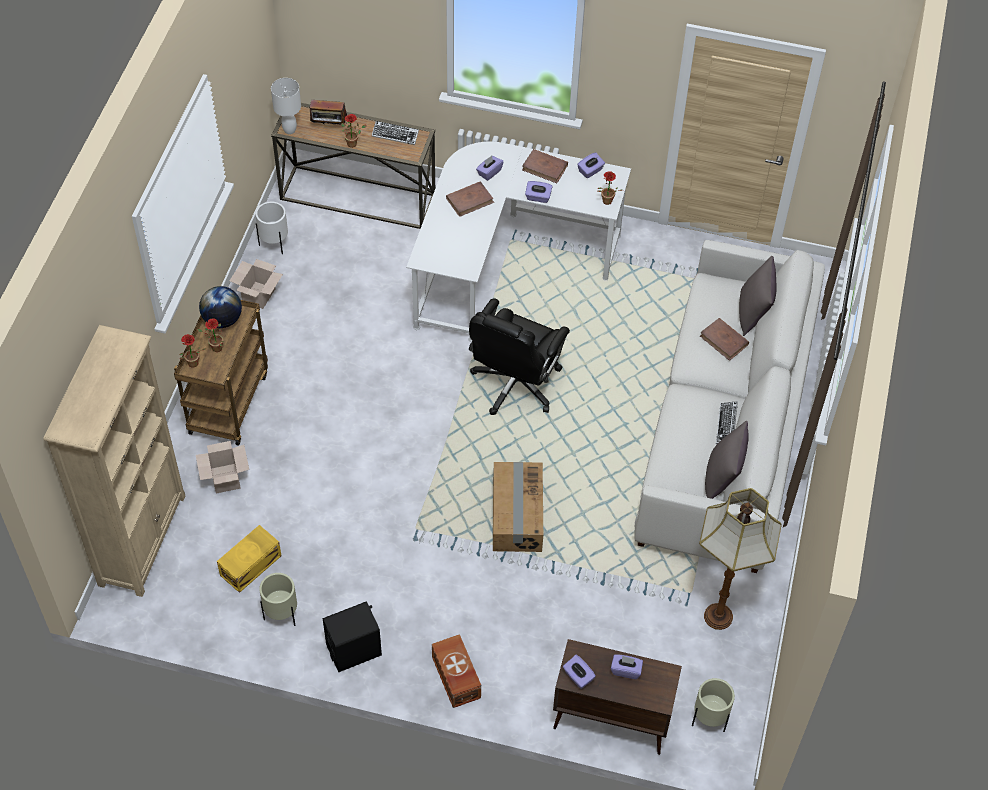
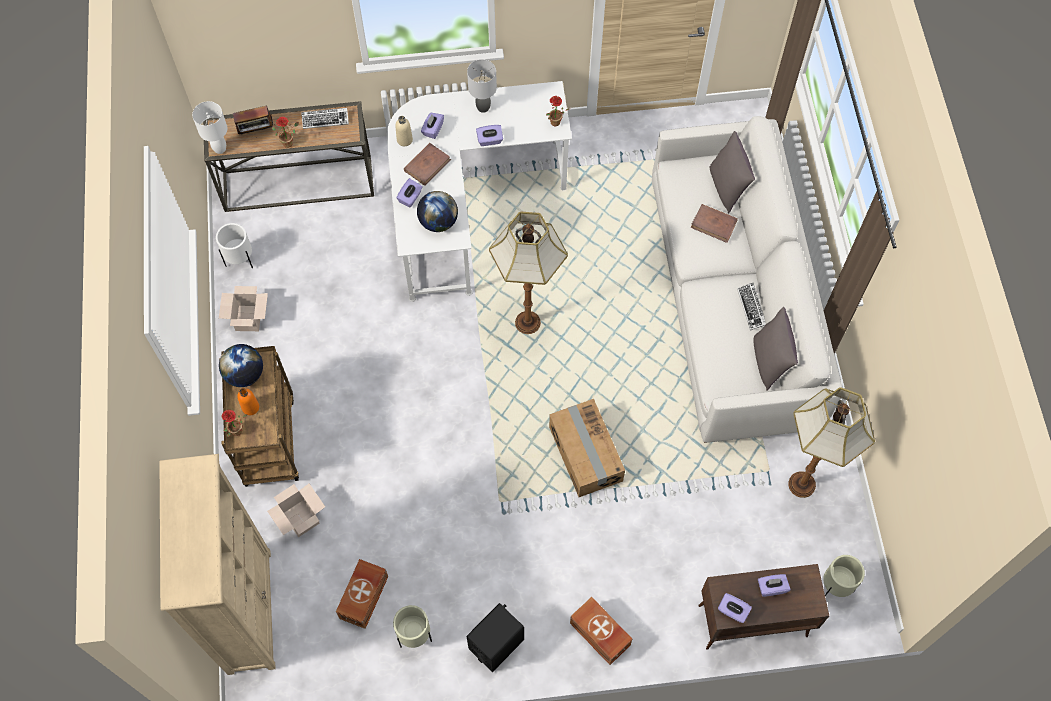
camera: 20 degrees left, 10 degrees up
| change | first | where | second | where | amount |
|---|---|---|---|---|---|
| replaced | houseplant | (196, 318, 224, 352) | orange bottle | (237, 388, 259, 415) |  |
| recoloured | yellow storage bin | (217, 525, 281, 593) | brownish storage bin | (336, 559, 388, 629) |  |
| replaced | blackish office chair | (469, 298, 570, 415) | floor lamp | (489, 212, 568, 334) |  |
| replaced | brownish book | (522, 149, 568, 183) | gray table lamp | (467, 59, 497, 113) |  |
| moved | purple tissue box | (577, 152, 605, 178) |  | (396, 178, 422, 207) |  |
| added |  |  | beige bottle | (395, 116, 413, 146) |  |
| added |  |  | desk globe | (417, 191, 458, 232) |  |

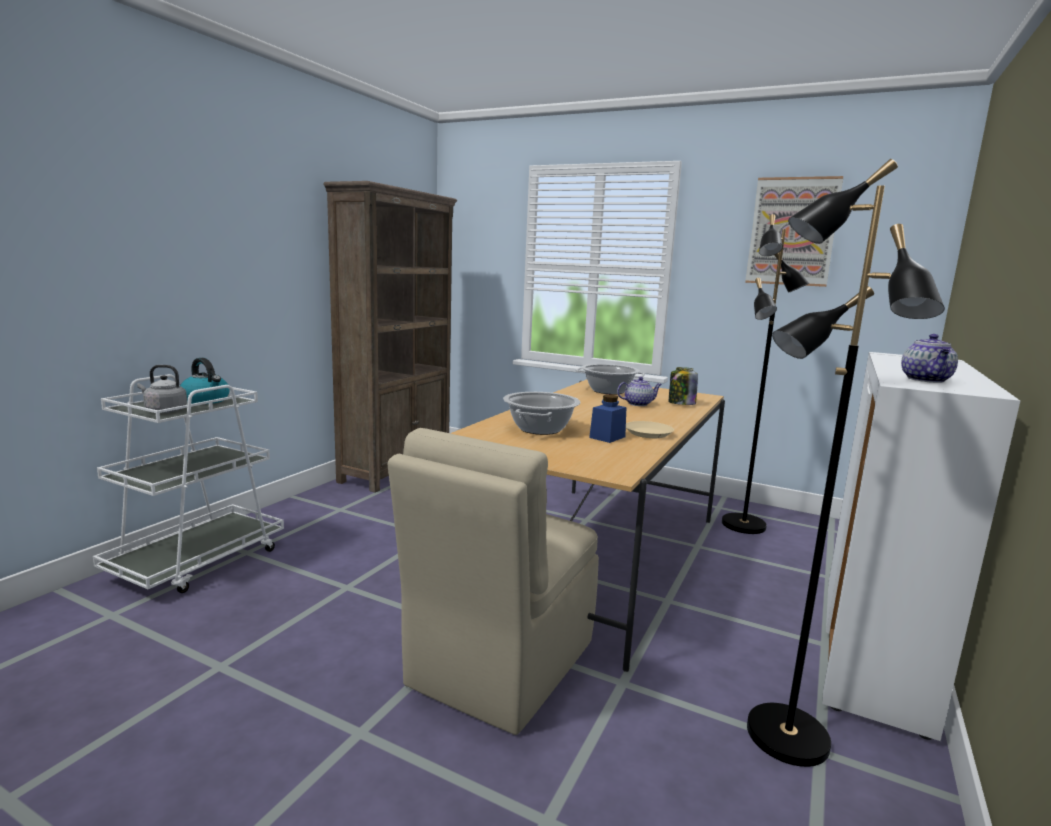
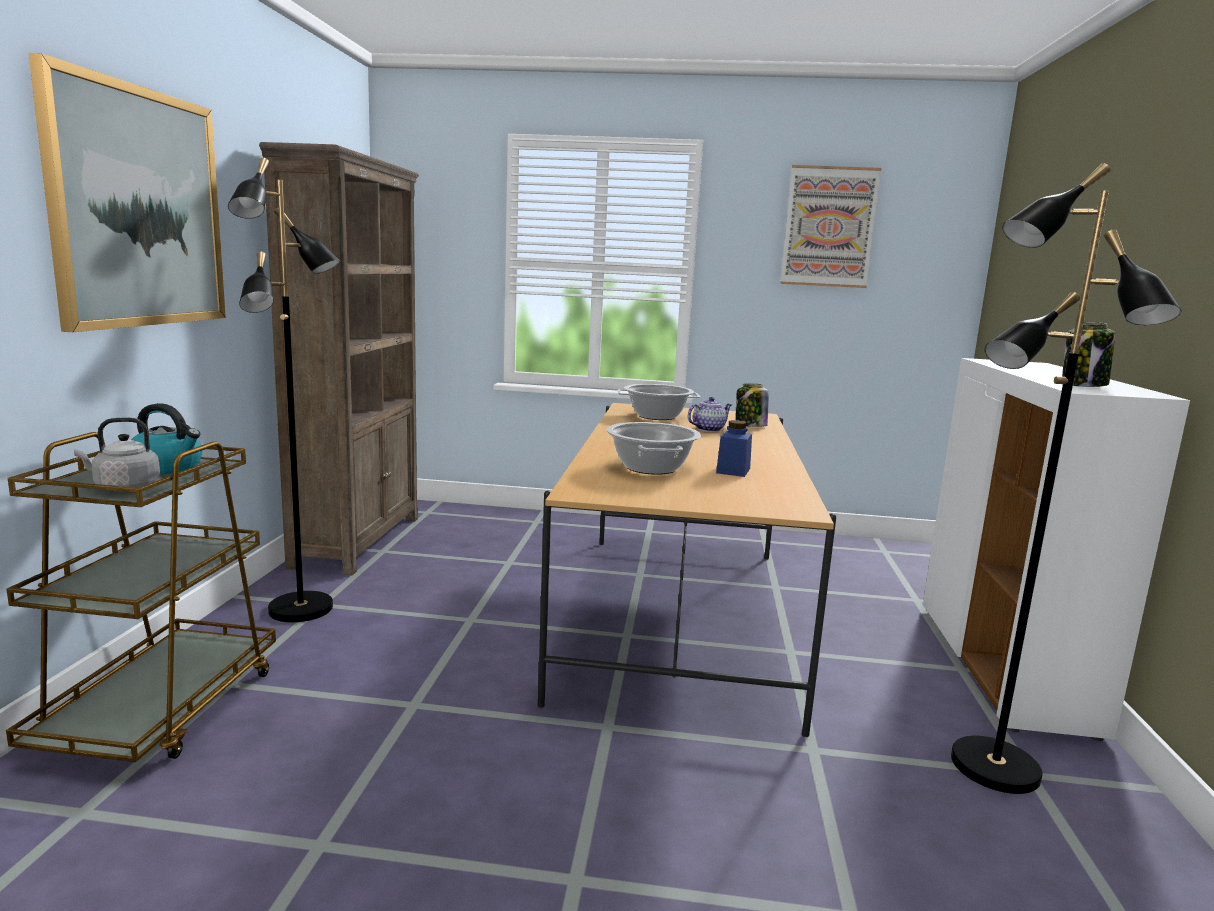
camera: 20 degrees left, 0 degrees up
| change | first | where | second | where | amount |
|---|---|---|---|---|---|
| recoloured | white-coloured cart | (93, 374, 284, 593) | brownish cart | (6, 432, 276, 762) |  |
| removed | beige plain chair | (388, 428, 599, 735) |  |  |  |
| removed | beige plate | (626, 421, 674, 438) |  |  |  |
| moved | blackish floor lamp | (722, 214, 809, 534) |  | (228, 158, 340, 622) |  |
| replaced | teapot | (901, 334, 958, 383) | preserve jar | (1062, 322, 1115, 387) |  |
| added |  |  | wall picture | (28, 53, 226, 332) |  |

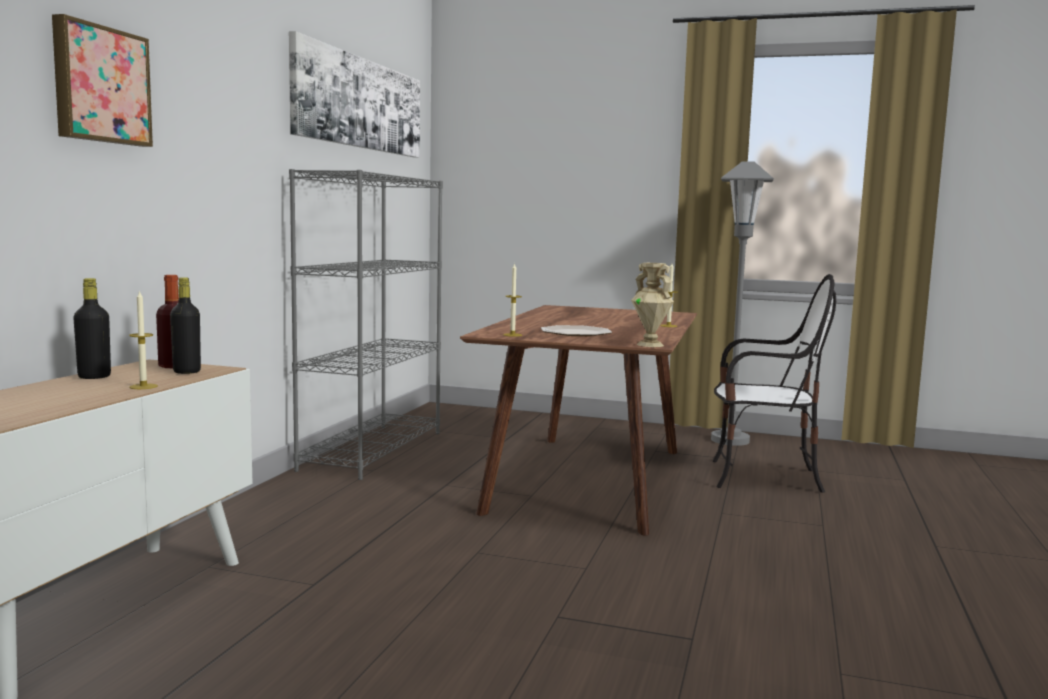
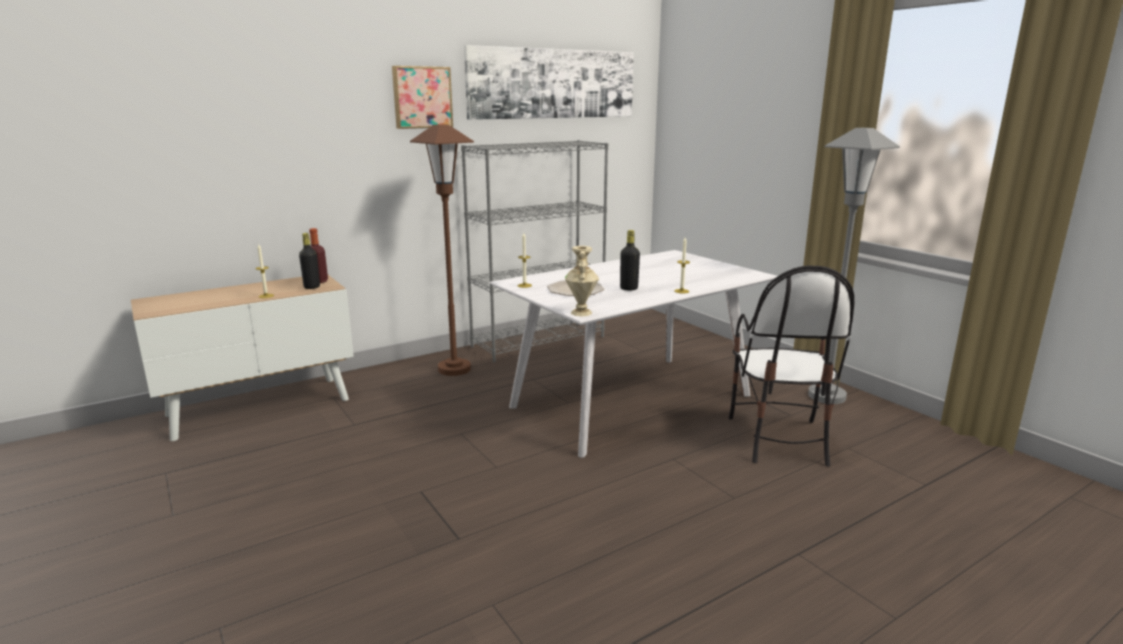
camera: 40 degrees right, 10 degrees up
| change | first | where | second | where | amount |
|---|---|---|---|---|---|
| moved | wall picture | (52, 14, 153, 147) |  | (392, 66, 453, 129) |  |
| moved | blackish bottle | (73, 278, 111, 379) |  | (620, 230, 640, 290) |  |
| recoloured | brownish dinner table | (460, 305, 697, 536) | white-coloured dinner table | (490, 250, 777, 458) |  |
| turned | plain chair | (713, 274, 836, 493) |  | (729, 265, 854, 466) | 45 degrees clockwise |
| added |  |  | brownish floor lamp | (410, 124, 474, 376) |  |

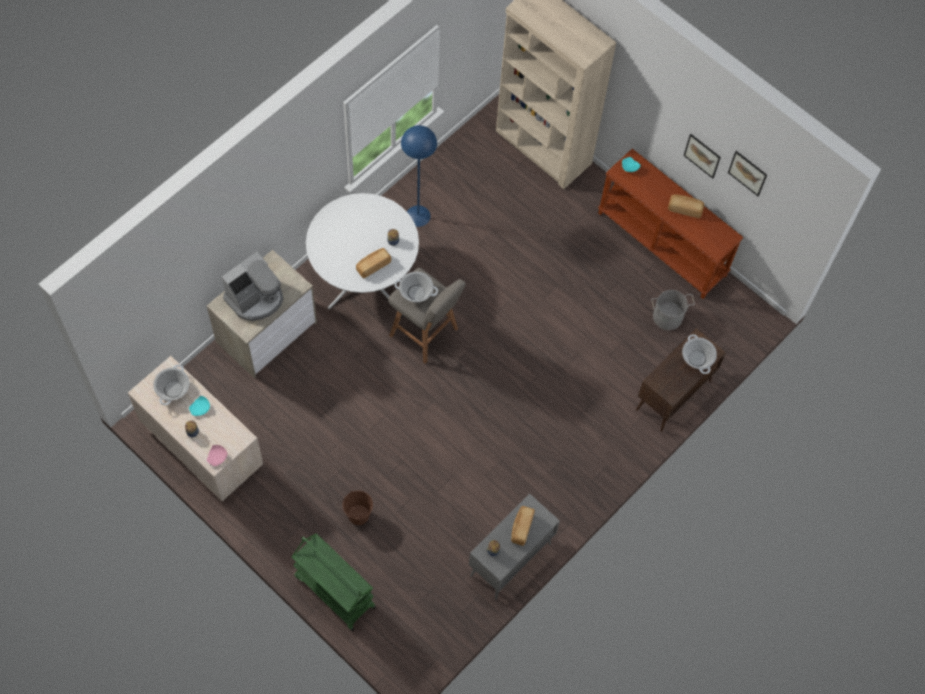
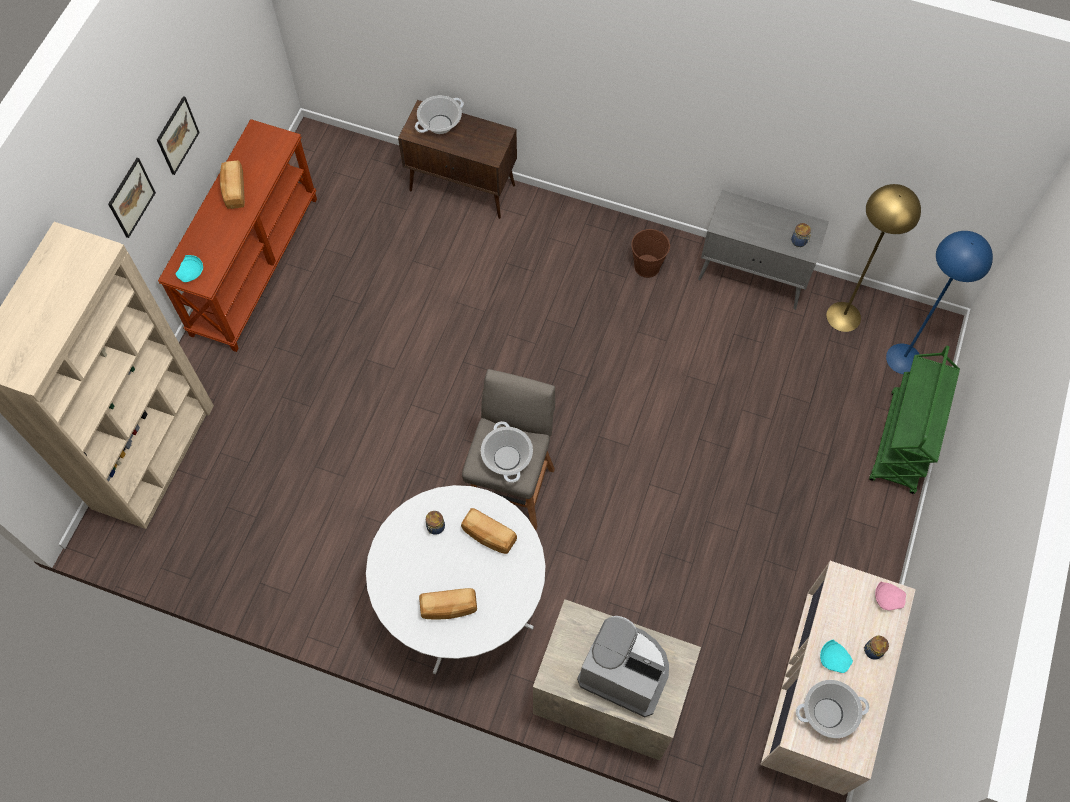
camera: 110 degrees left, 0 degrees up
| change | first | where | second | where | amount |
|---|---|---|---|---|---|
| moved | brownish water bucket | (342, 491, 373, 525) |  | (631, 229, 670, 278) |  |
| moved | blue floor lamp | (401, 125, 437, 227) |  | (886, 231, 993, 374) |  |
| moved | baked bread | (511, 506, 535, 546) |  | (419, 588, 477, 619) |  |
| removed | gray water bucket | (651, 290, 695, 330) |  |  |  |
| moved | wall picture | (728, 151, 767, 196) |  | (108, 158, 156, 238) |  |
| added |  |  | yellow floor lamp | (826, 184, 921, 332) |  |

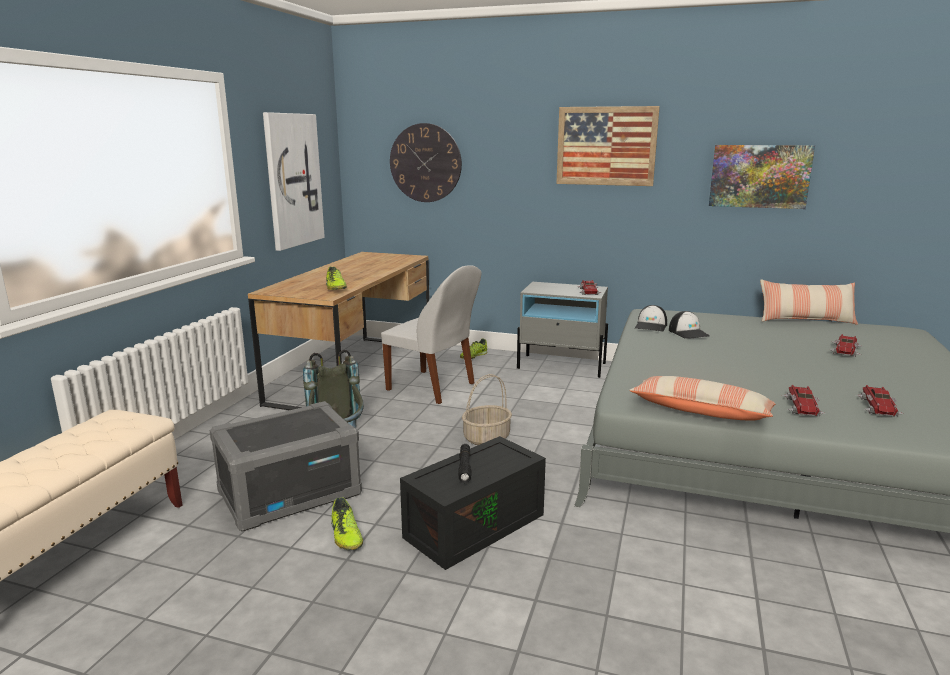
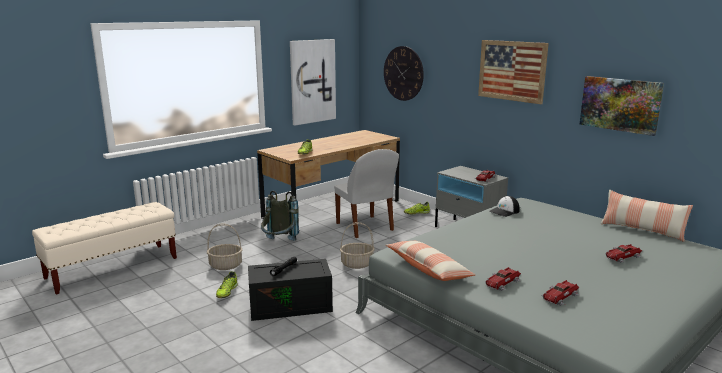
camera: 30 degrees right, 0 degrees up
| change | first | where | second | where | amount |
|---|---|---|---|---|---|
| replaced | gray storage bin | (210, 401, 362, 532) | household basket | (207, 224, 242, 270) |  |
| removed | cap | (669, 311, 710, 339) |  |  |  |

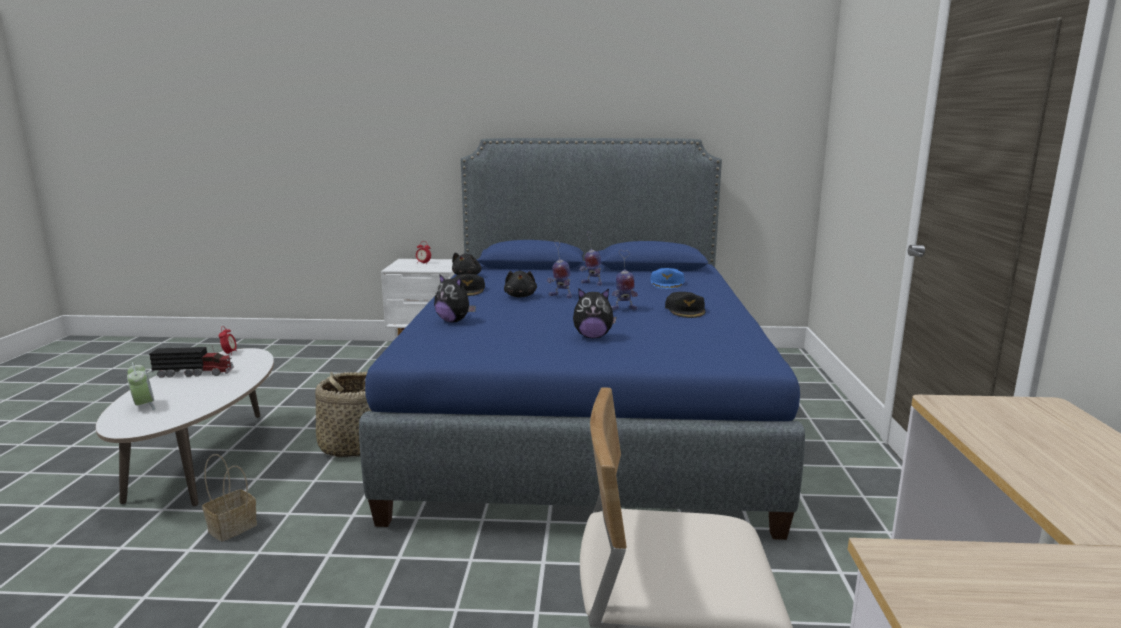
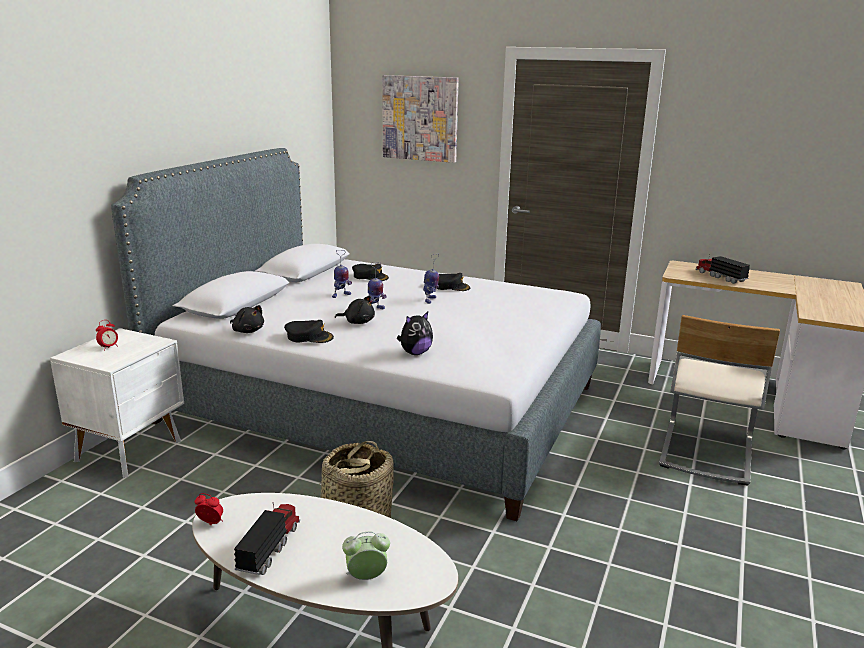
camera: 70 degrees left, 5 degrees up
| change | first | where | second | where | amount |
|---|---|---|---|---|---|
| removed | household basket | (202, 454, 257, 542) |  |  |  |
| recoloured | blue sleeping bed | (359, 138, 805, 540) | gray sleeping bed | (111, 148, 601, 521) |  |
| removed | plush toy | (573, 288, 617, 338) |  |  |  |
| recoloured | blue cap | (650, 268, 685, 289) | blackish cap | (352, 264, 389, 281) |  |
| added |  |  | wall picture | (382, 75, 459, 163) |  |
| added |  |  | model truck | (695, 254, 750, 284) |  |

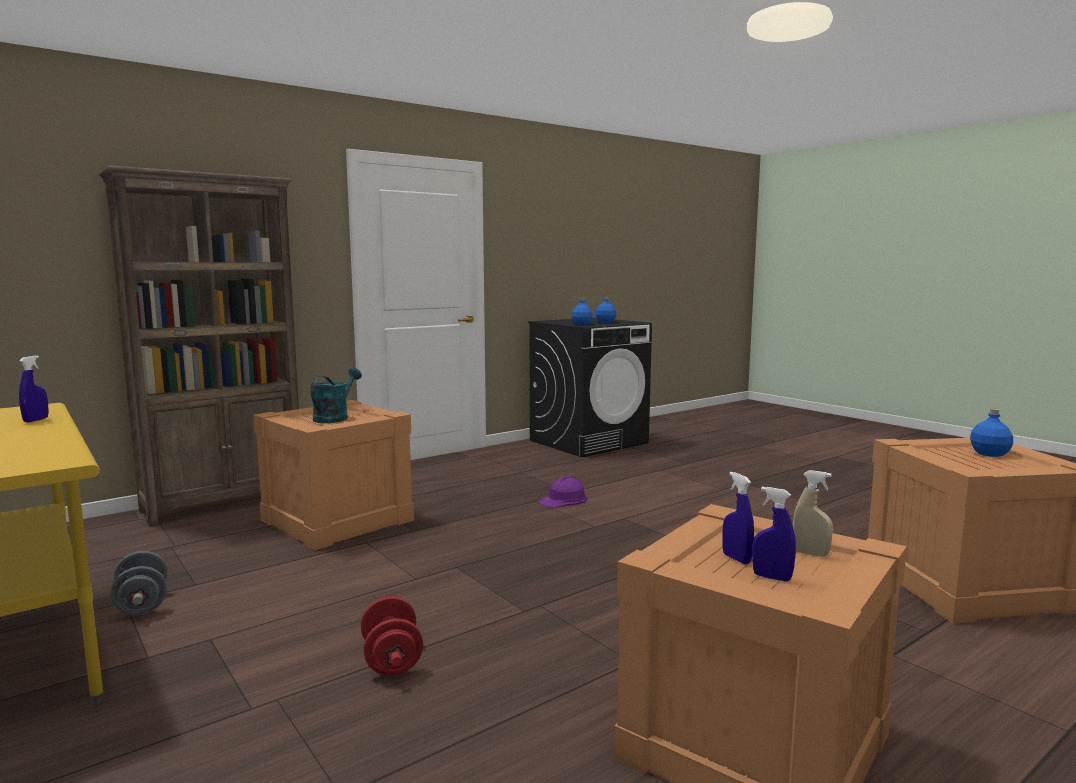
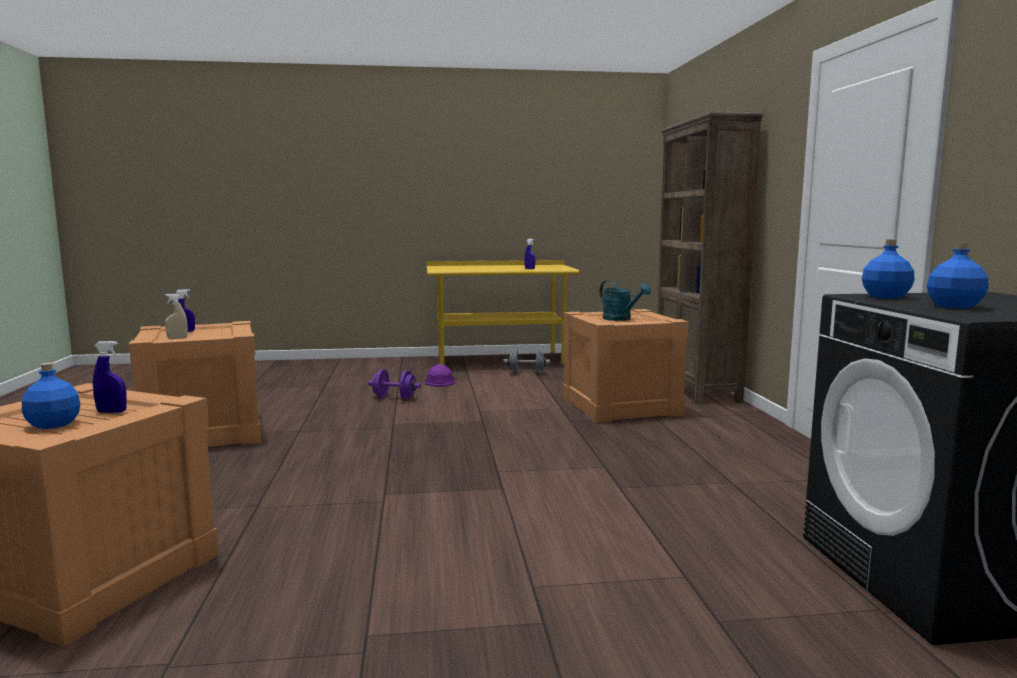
camera: 120 degrees right, 0 degrees up
| change | first | where | second | where | amount |
|---|---|---|---|---|---|
| recoloured | red-coloured dumbbell | (361, 596, 423, 676) | purple dumbbell | (368, 369, 421, 400) |  |
| moved | purple work helmet | (538, 476, 587, 508) |  | (425, 363, 456, 387) |  |
| moved | blue spray bottle | (722, 472, 754, 564) |  | (93, 341, 127, 413) |  |

